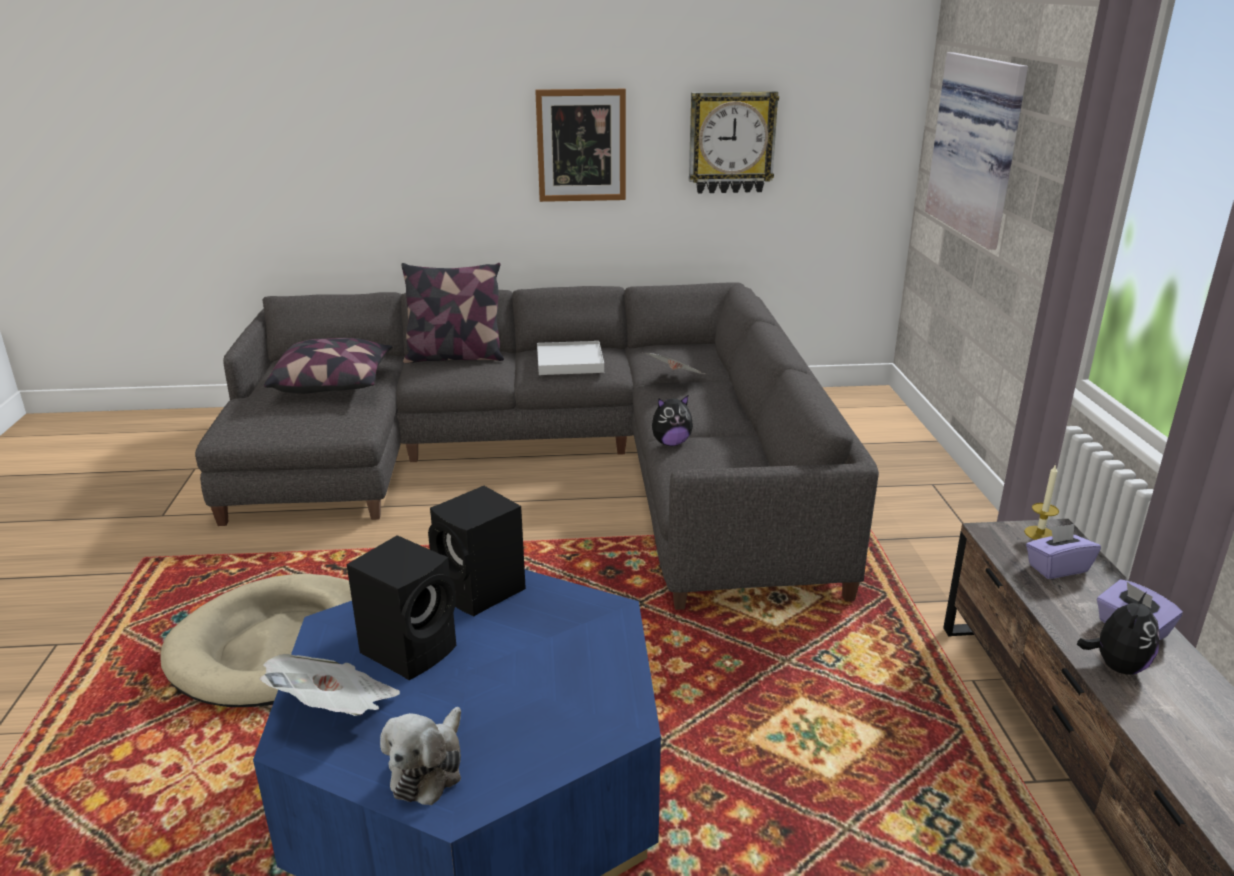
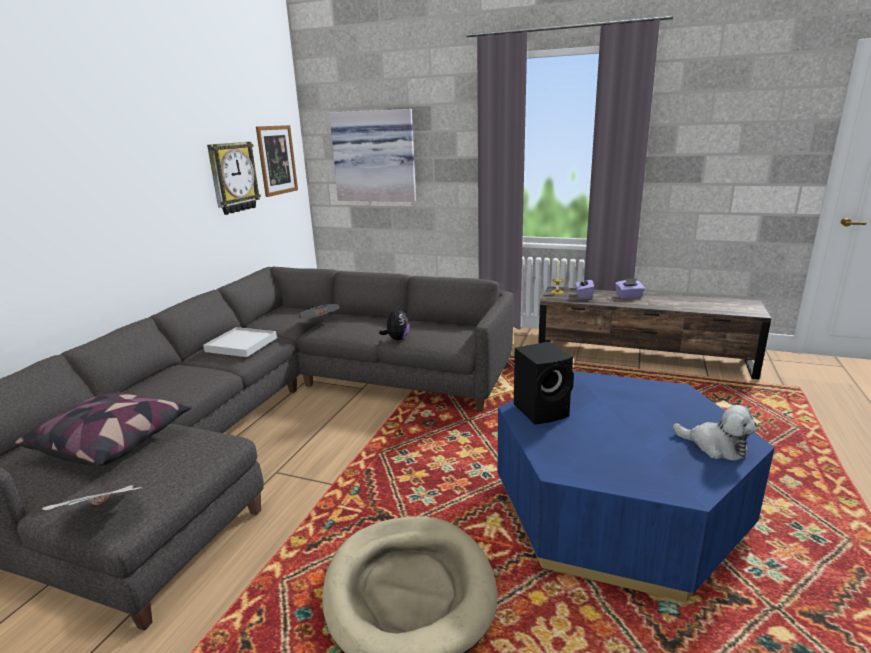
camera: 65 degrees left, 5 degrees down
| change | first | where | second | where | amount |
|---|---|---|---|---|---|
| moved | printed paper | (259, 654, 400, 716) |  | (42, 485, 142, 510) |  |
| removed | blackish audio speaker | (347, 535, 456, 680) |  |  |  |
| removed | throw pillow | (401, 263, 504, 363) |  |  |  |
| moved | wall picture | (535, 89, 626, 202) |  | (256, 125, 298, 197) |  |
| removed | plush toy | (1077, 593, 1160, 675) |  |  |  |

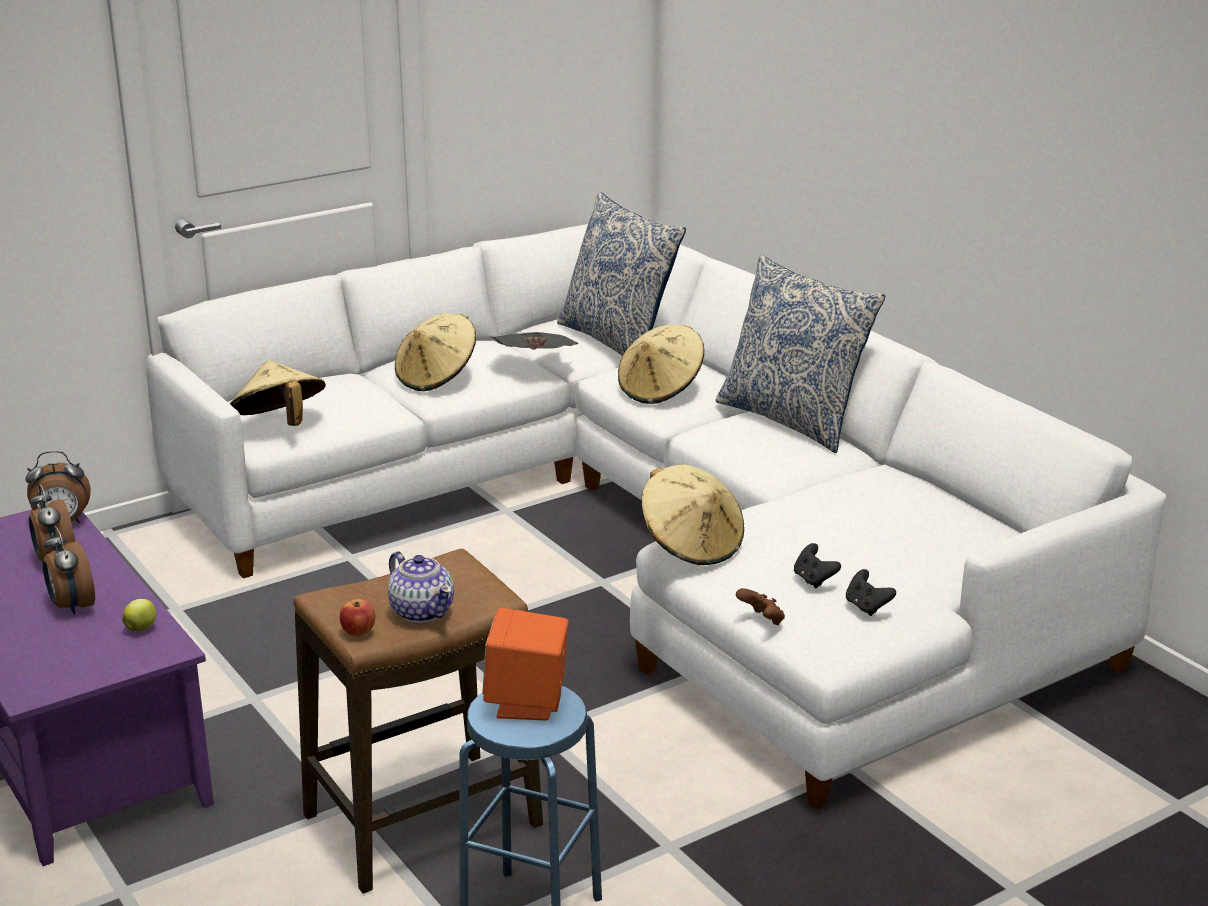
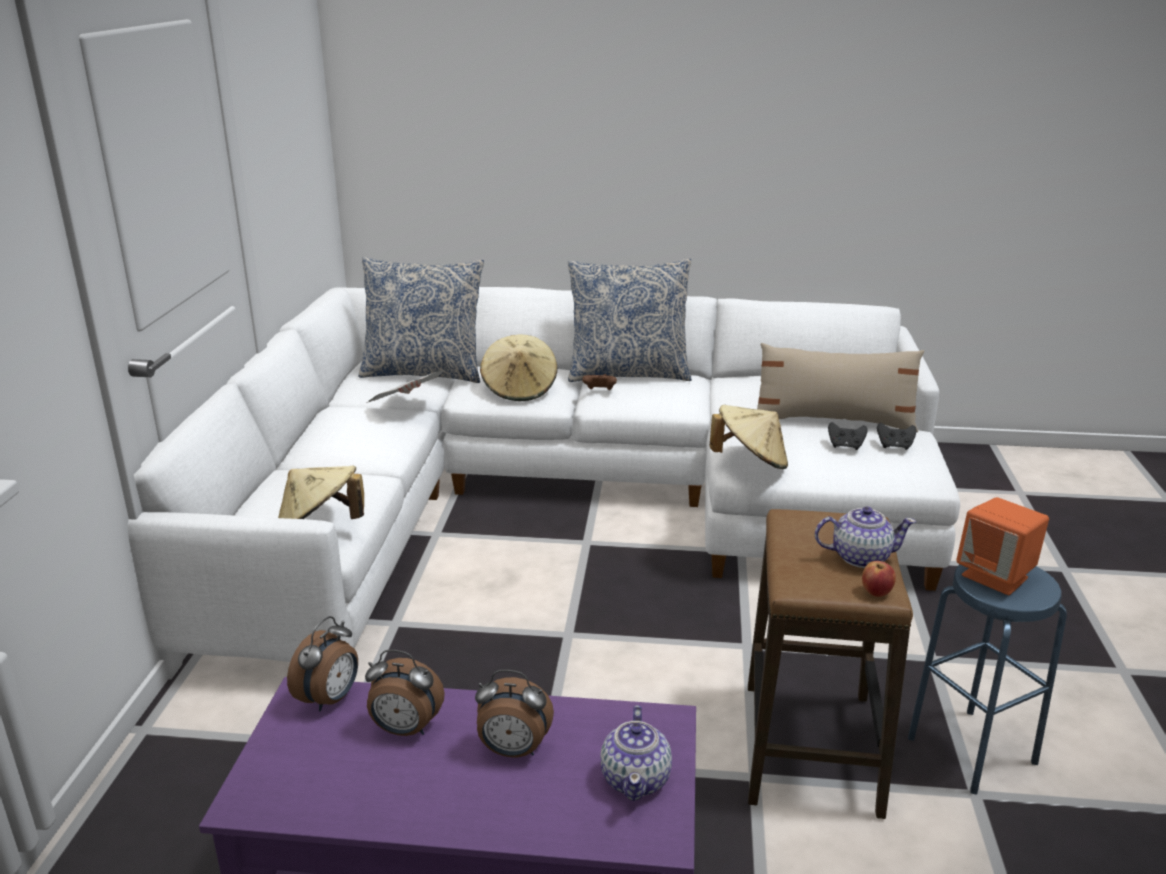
camera: 50 degrees left, 0 degrees up
| change | first | where | second | where | amount |
|---|---|---|---|---|---|
| removed | whole apple | (122, 599, 156, 631) |  |  |  |
| removed | beige hat | (395, 313, 476, 391) |  |  |  |
| moved | brownish joypad | (736, 588, 785, 625) |  | (582, 374, 617, 390) |  |
| added |  |  | teapot | (600, 705, 672, 801) |  |
| added |  |  | beige throw pillow | (757, 343, 924, 432) |  |

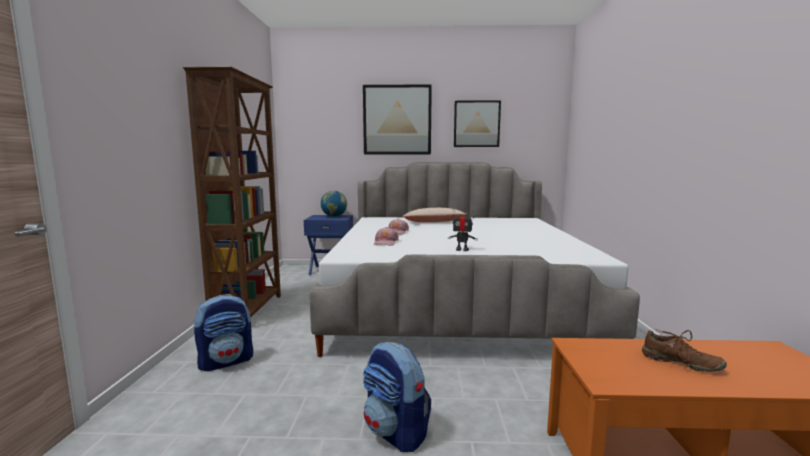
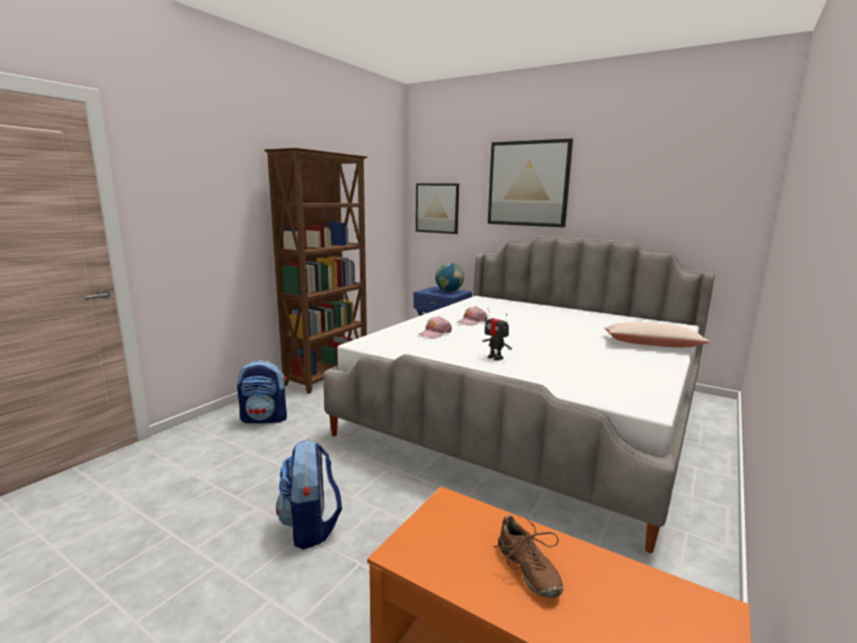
camera: 30 degrees right, 5 degrees up
| change | first | where | second | where | amount |
|---|---|---|---|---|---|
| moved | beige throw pillow | (402, 208, 466, 222) |  | (604, 322, 710, 347) |  |
| moved | wall picture | (454, 100, 501, 147) |  | (416, 183, 459, 234) |  |

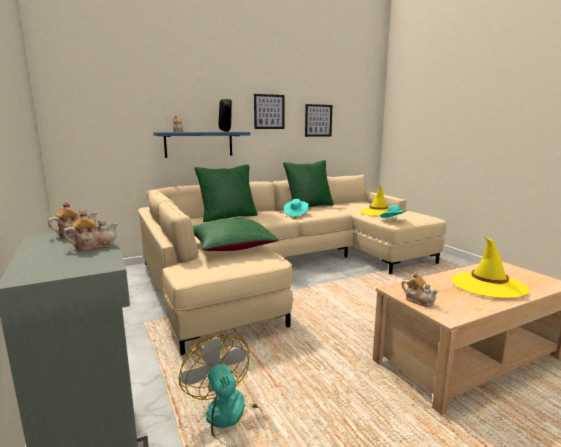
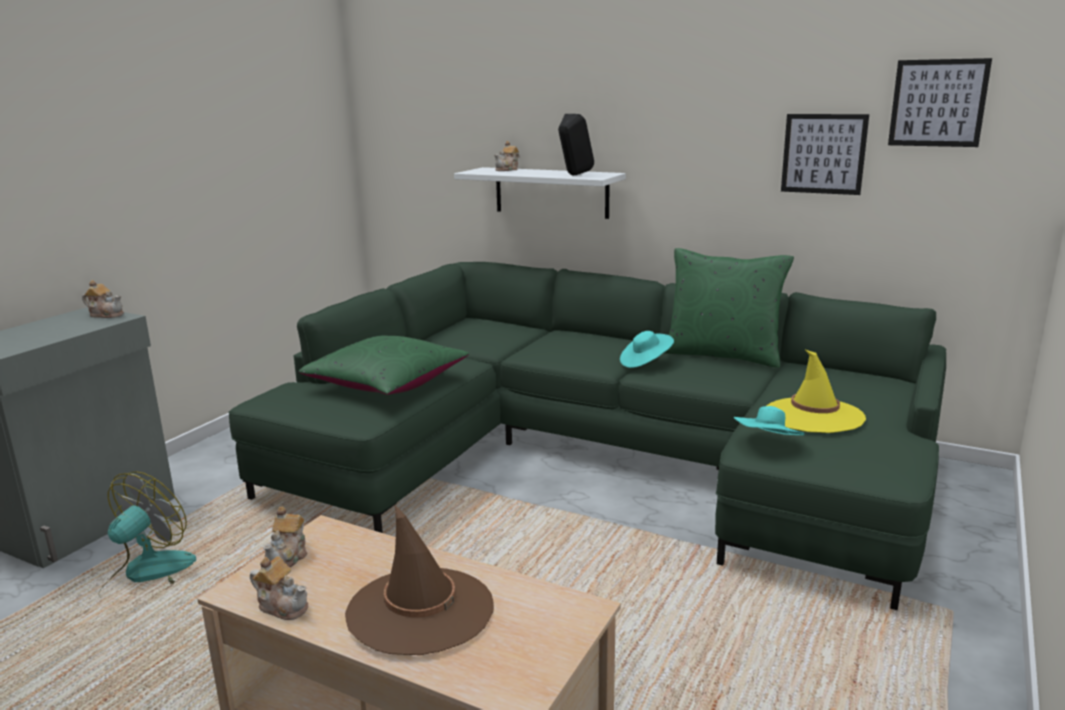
camera: 55 degrees right, 5 degrees up
| change | first | where | second | where | amount |
|---|---|---|---|---|---|
| moved | teapot | (63, 210, 118, 251) |  | (250, 556, 308, 620) |  |
| recoloured | beige settee | (138, 175, 446, 355) | green-coloured settee | (228, 262, 946, 610) |  |
| recoloured | blue bracket shelf | (153, 132, 250, 158) | white-coloured bracket shelf | (454, 167, 626, 219) |  |
| removed | green-coloured throw pillow | (195, 165, 258, 222) |  |  |  |
| moved | wall picture | (254, 94, 285, 129) |  | (888, 58, 992, 147) |  |
| recoloured | yellow hat | (451, 237, 530, 298) | brownish hat | (345, 504, 494, 655) |  |

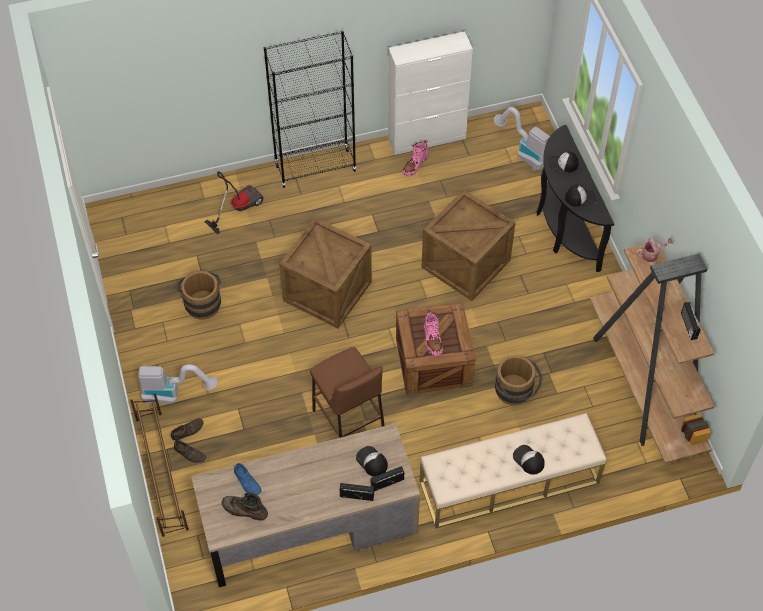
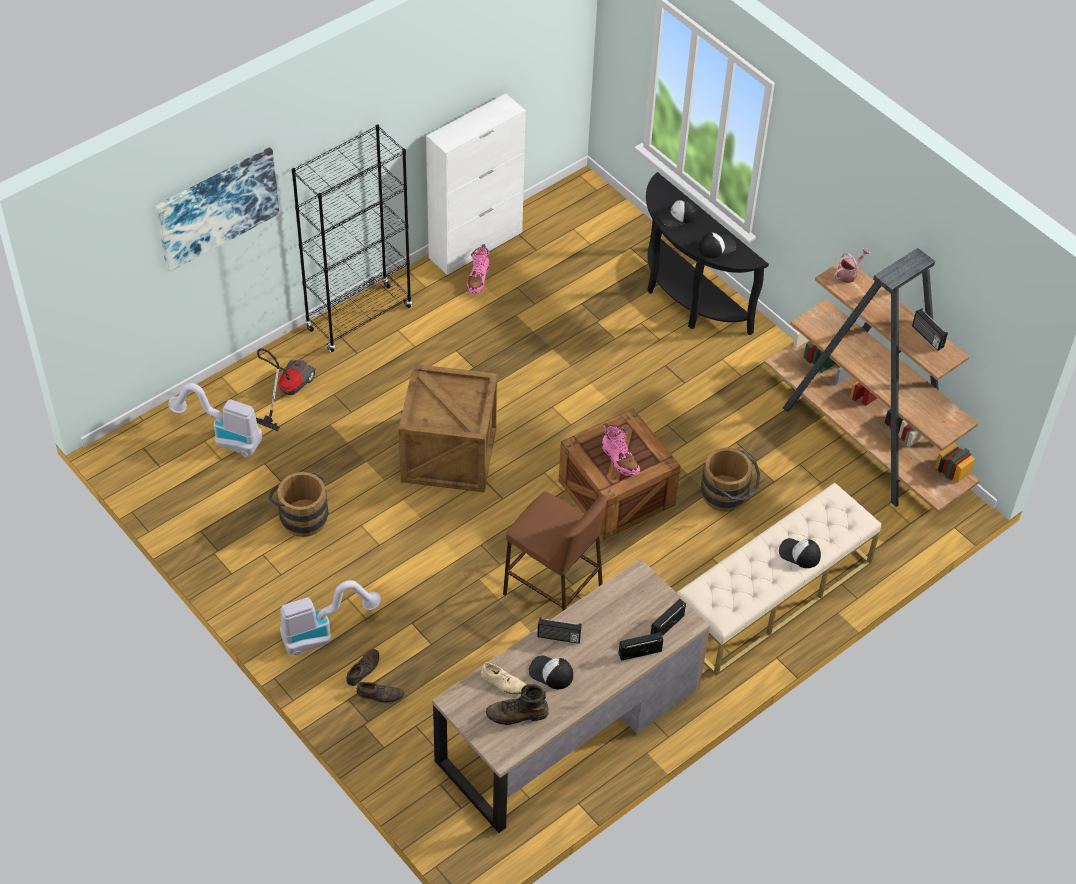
camera: 25 degrees left, 5 degrees down
| change | first | where | second | where | amount |
|---|---|---|---|---|---|
| removed | brownish shoe rack | (130, 394, 189, 537) |  |  |  |
| recoloured | blue item of footwear | (234, 463, 262, 495) | beige item of footwear | (481, 662, 526, 695) |  |
| moved | cap | (356, 446, 388, 477) |  | (529, 656, 573, 689) |  |
| removed | shipping crate | (421, 189, 516, 301) |  |  |  |
| moved | hoover | (494, 107, 550, 171) |  | (168, 383, 262, 457) |  |
| added |  |  | wall picture | (155, 147, 279, 272) |  |
| added |  |  | radio receiver | (537, 617, 582, 644) |  |

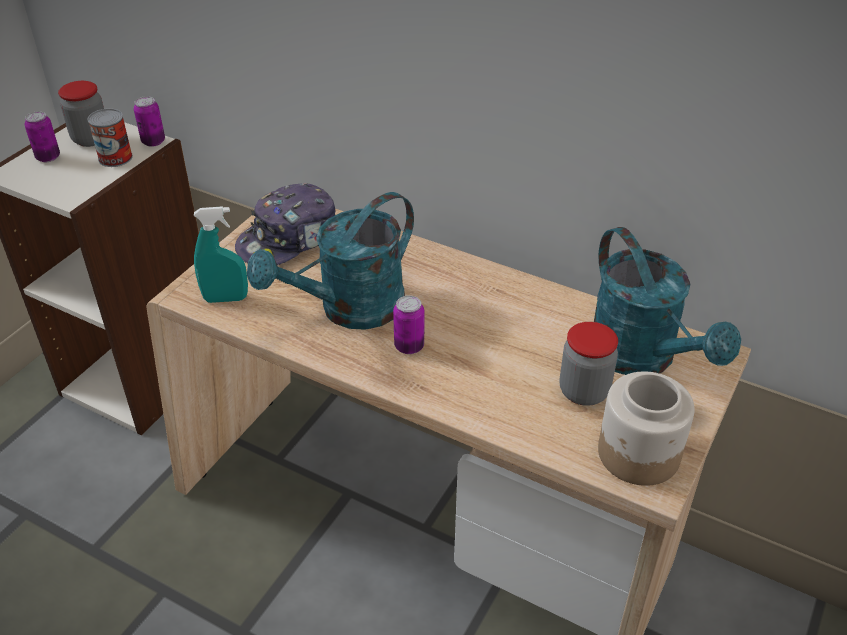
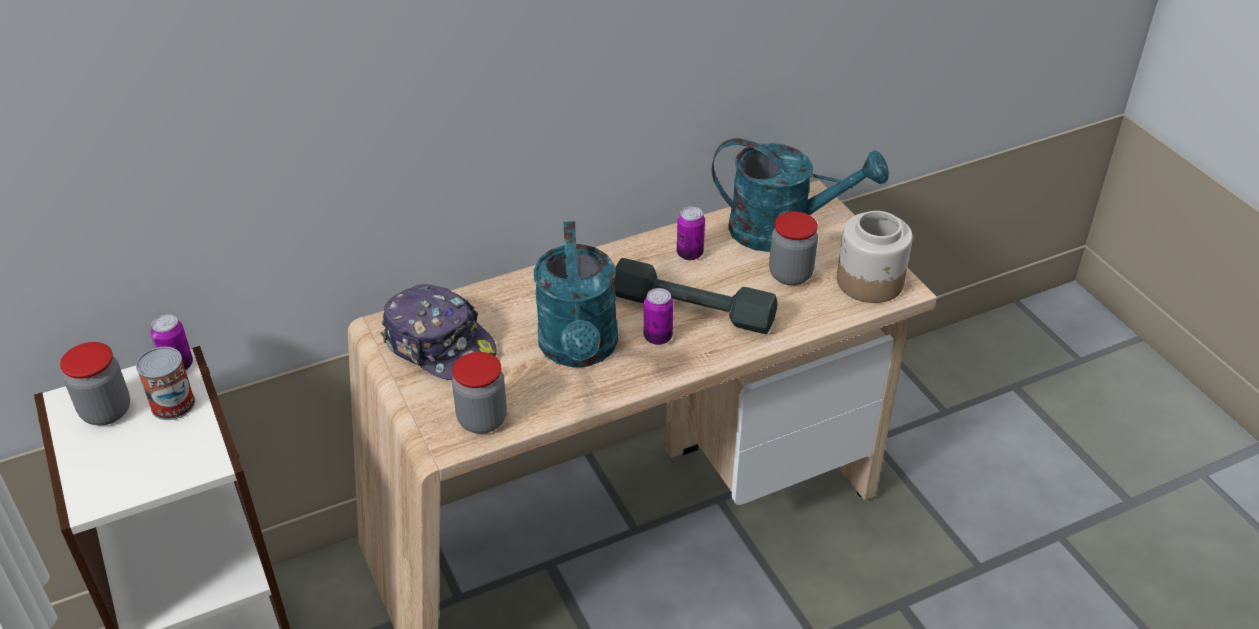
camera: 55 degrees left, 0 degrees up
| change | first | where | second | where | amount |
|---|---|---|---|---|---|
| moved | can | (25, 111, 60, 162) |  | (677, 207, 705, 260) |  |
| replaced | blue-green spray bottle | (194, 206, 248, 303) | preserve jar | (452, 352, 507, 434) |  |
| turned | cap | (235, 183, 336, 265) |  | (381, 284, 497, 380) | 45 degrees counterclockwise |
| added |  |  | gray dumbbell | (614, 258, 777, 334) |  |

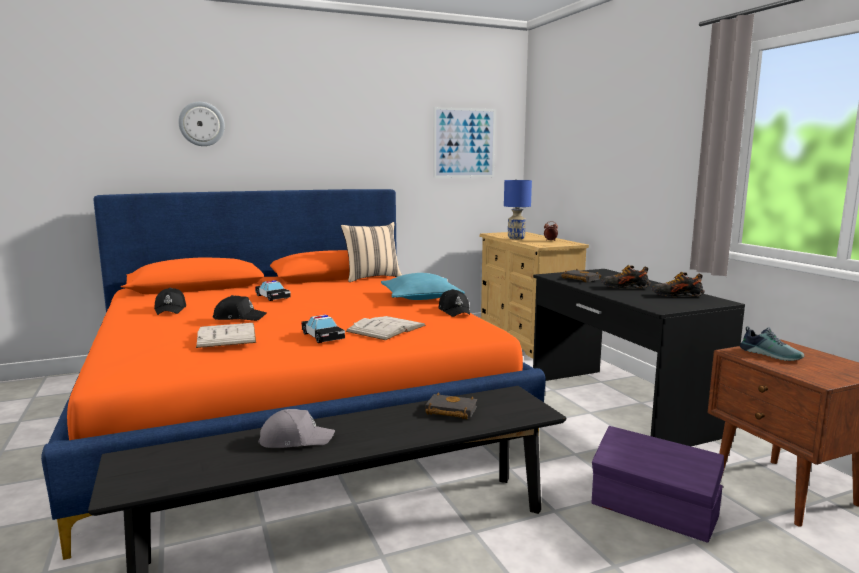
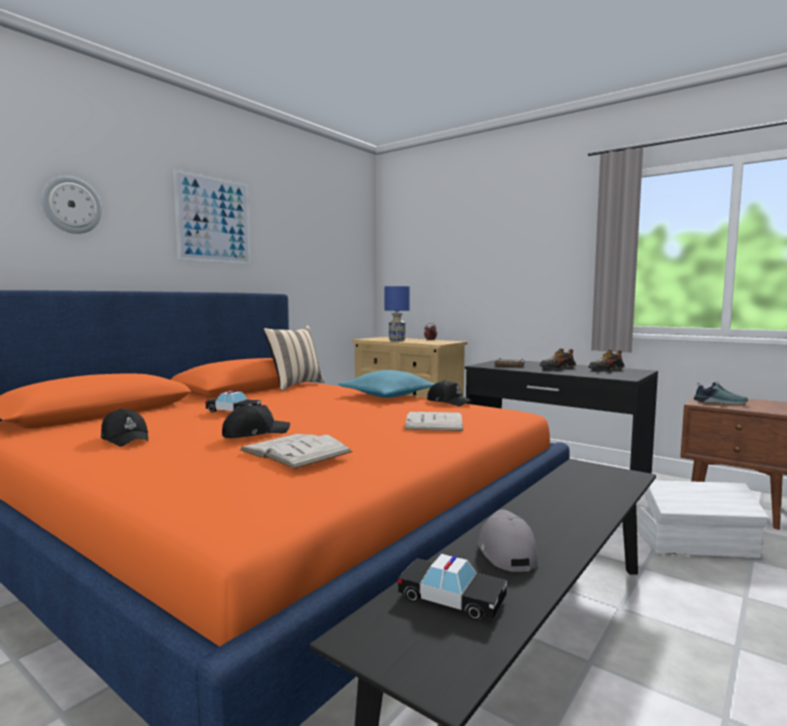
camera: 30 degrees left, 5 degrees down
| change | first | where | second | where | amount |
|---|---|---|---|---|---|
| turned | gray cap | (258, 409, 335, 448) |  | (478, 509, 538, 572) | 60 degrees counterclockwise |
| moved | miniature car | (301, 315, 345, 343) |  | (398, 554, 507, 621) |  |
| removed | blackish book | (425, 393, 477, 419) |  |  |  |
| moved | wall picture | (434, 107, 496, 178) |  | (173, 169, 251, 265) |  |
| recoloured | purple storage bin | (592, 426, 724, 543) | white-coloured storage bin | (639, 480, 769, 558) |  |

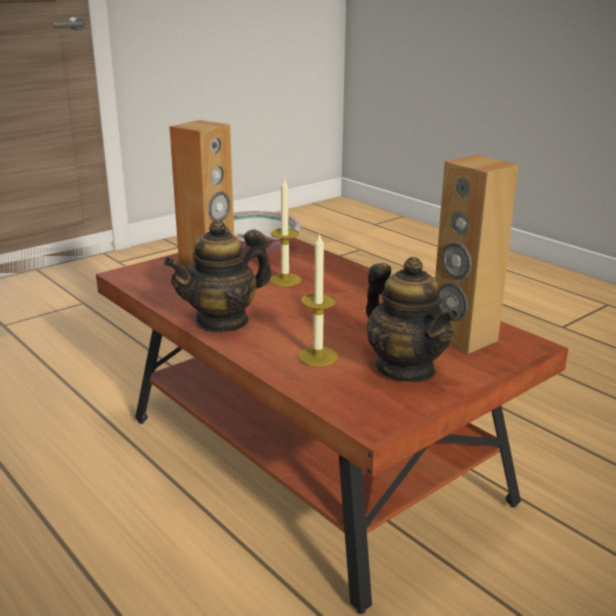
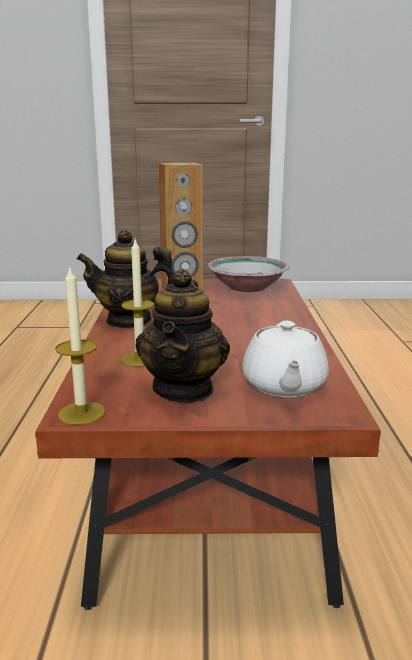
camera: 40 degrees right, 5 degrees down
| change | first | where | second | where | amount |
|---|---|---|---|---|---|
| moved | wax light | (270, 177, 301, 286) |  | (55, 265, 105, 425) |  |
| replaced | brownish audio speaker | (435, 155, 518, 354) | white-coloured teapot | (242, 321, 329, 397) |  |

